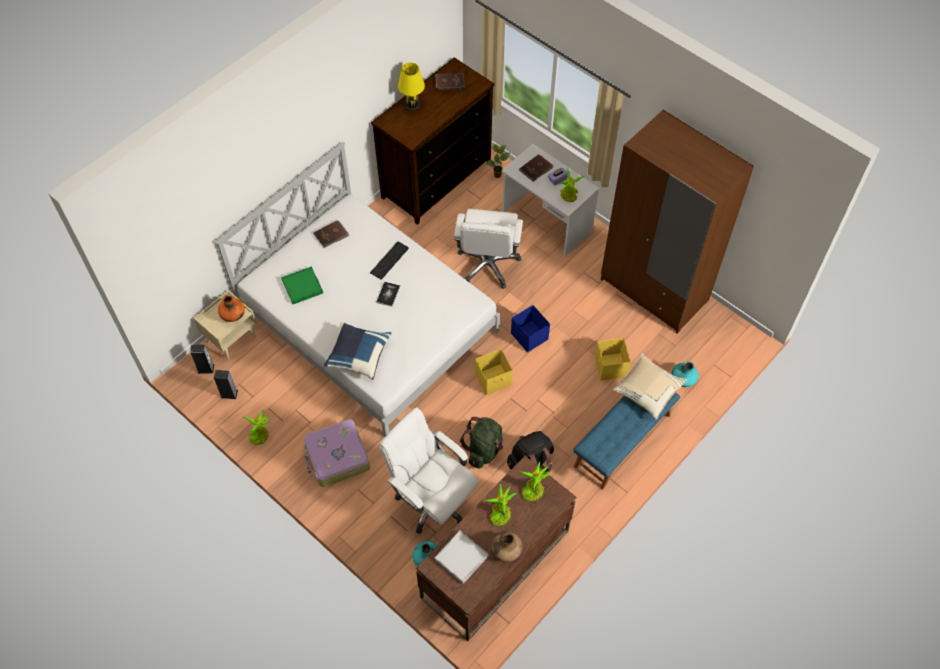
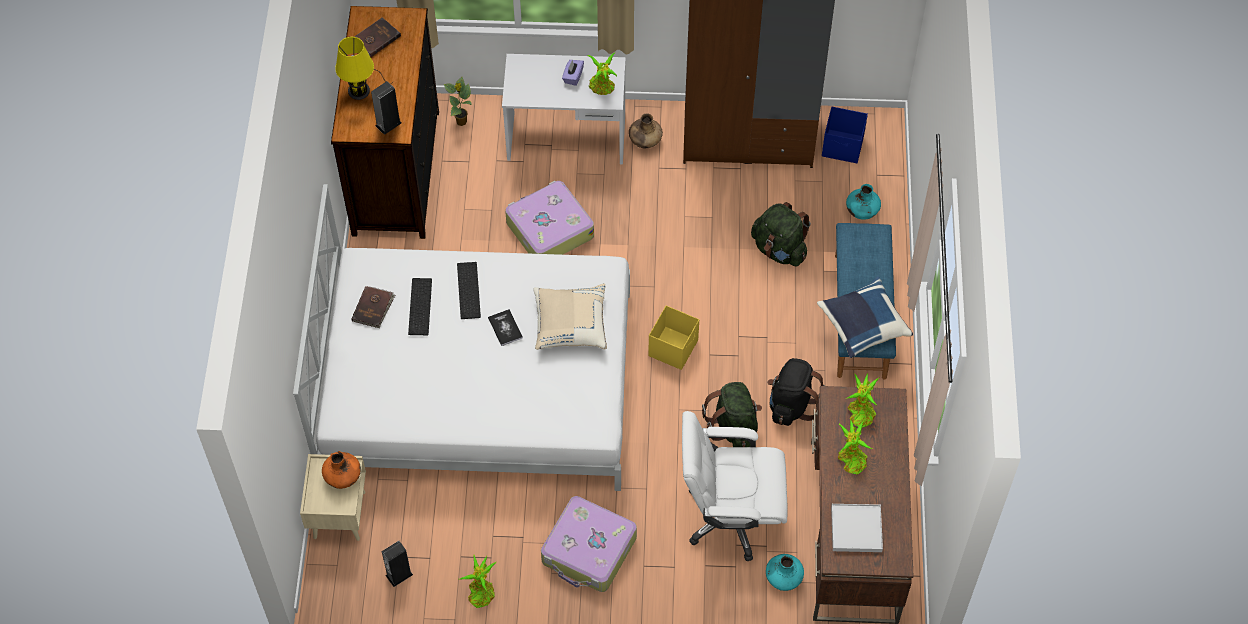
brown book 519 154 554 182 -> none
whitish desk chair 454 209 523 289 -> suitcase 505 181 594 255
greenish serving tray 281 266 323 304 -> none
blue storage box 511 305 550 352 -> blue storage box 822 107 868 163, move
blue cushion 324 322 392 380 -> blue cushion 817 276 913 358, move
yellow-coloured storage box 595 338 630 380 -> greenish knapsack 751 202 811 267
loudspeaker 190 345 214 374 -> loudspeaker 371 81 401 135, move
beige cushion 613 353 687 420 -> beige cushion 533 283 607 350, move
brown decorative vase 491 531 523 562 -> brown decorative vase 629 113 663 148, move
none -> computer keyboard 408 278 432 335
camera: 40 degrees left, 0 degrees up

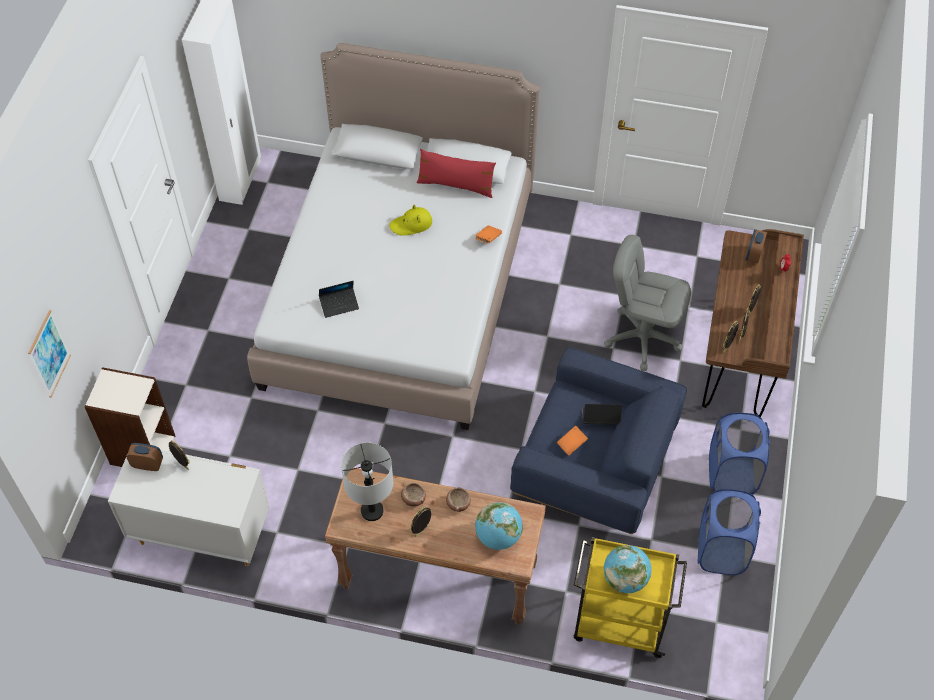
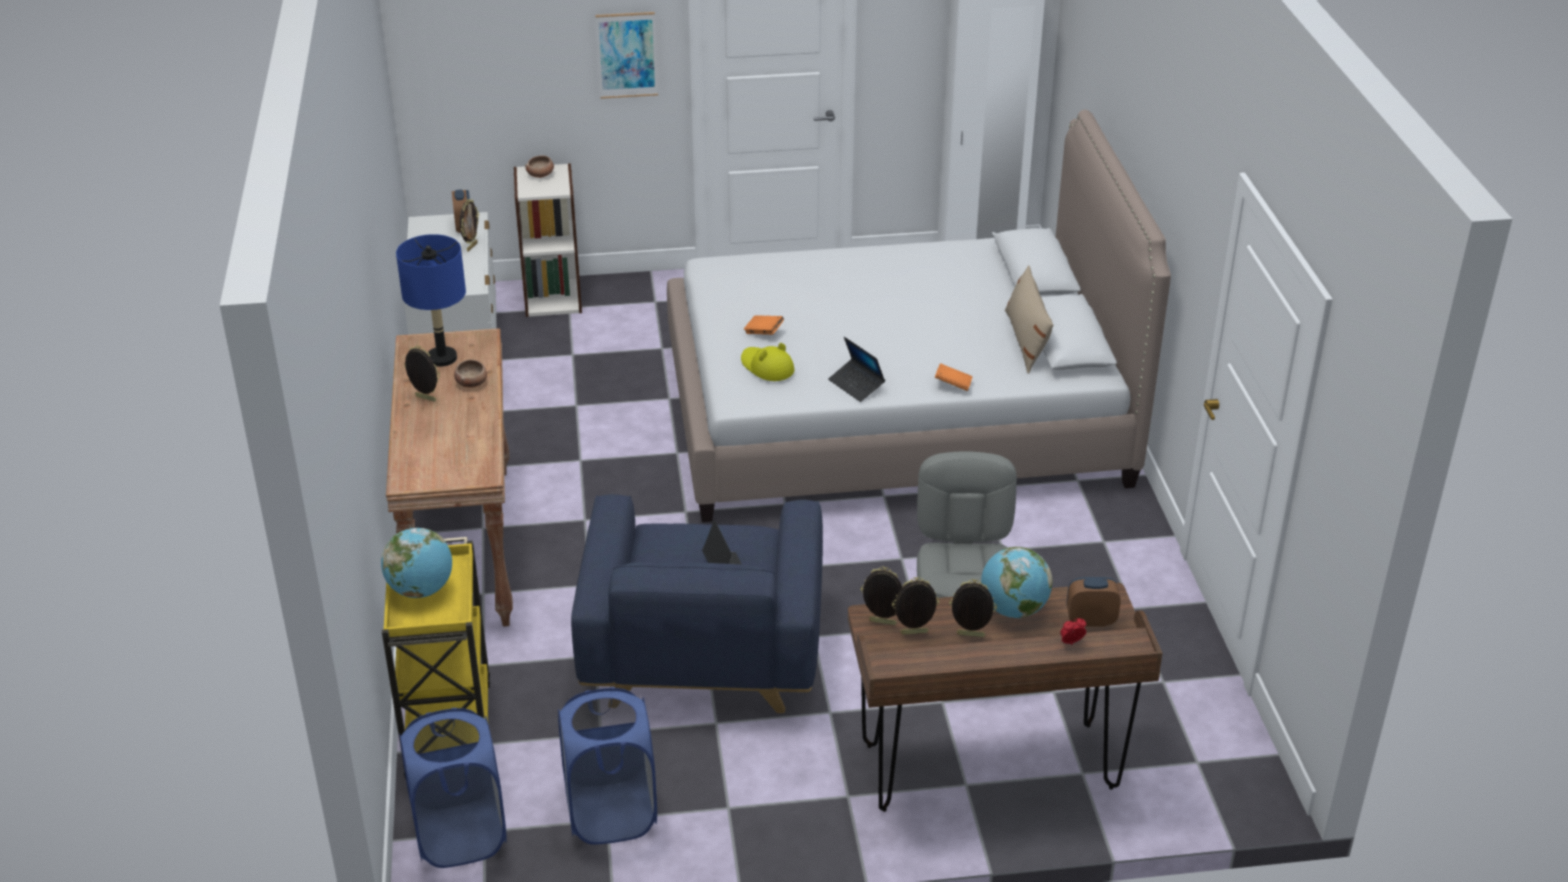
red cushion 417 149 496 198 -> beige cushion 1005 265 1053 374
yellow-coloured wearable hat 389 205 432 236 -> yellow-coloured wearable hat 741 343 794 381, move
portable computer 319 281 359 318 -> portable computer 828 337 885 402, move
wall art 28 310 71 397 -> wall art 595 12 658 99, move
blue laundry basket 709 413 770 495 -> blue laundry basket 399 708 507 868, move
orange book 557 425 588 455 -> orange book 744 315 784 335, move
greyish tabletop lamp 341 442 393 521 -> blue tabletop lamp 396 234 466 367
bowl 446 488 471 512 -> bowl 525 155 554 178, move
globe 475 502 523 550 -> globe 981 547 1053 618, move
camera: 70 degrees right, 20 degrees down

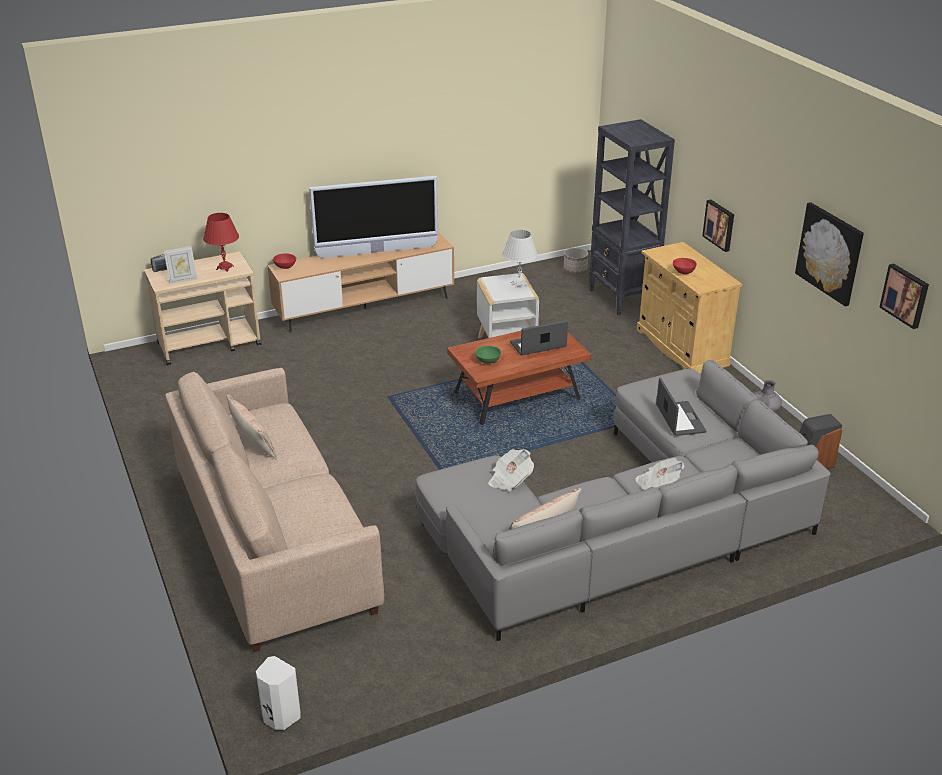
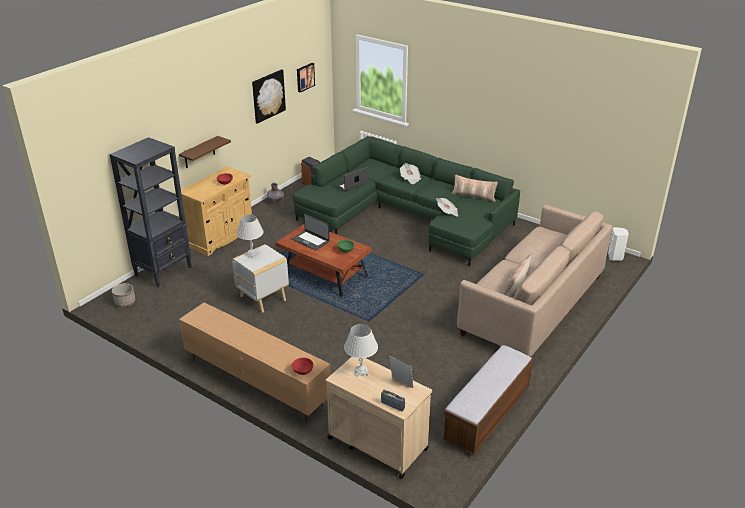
TV 309 176 438 258 -> none
wall art 702 200 734 252 -> brown shelf 179 136 231 168
red tabletop lamp 203 213 239 272 -> whitish tabletop lamp 344 324 378 377
greyish couch 415 360 831 641 -> greenish couch 293 136 520 266
none -> long seat 443 345 534 455
camera: 120 degrees left, 0 degrees up

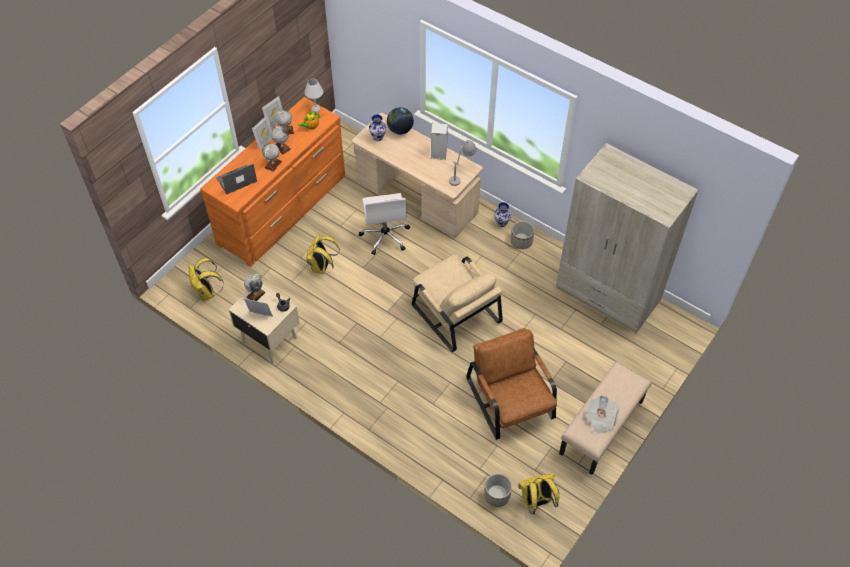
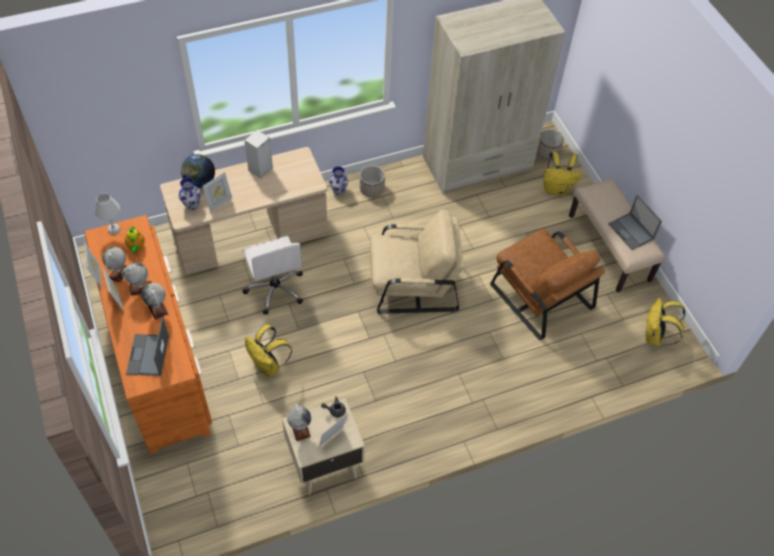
greyish tabletop lamp 449 140 477 186 -> none
whitish desk chair 358 193 410 255 -> whitish desk chair 242 236 303 315, 45 degrees clockwise
yellow-coloured knapsack 189 258 224 301 -> yellow-coloured knapsack 543 151 581 196, move
brown lounge chair 466 328 557 440 -> brown lounge chair 490 229 605 340, 135 degrees counterclockwise
newspaper 586 395 619 434 -> portable computer 608 195 662 250
plant pot 484 474 512 507 -> plant pot 537 129 564 160, move
none -> photo frame 202 172 232 212
camera: 60 degrees left, 0 degrees up

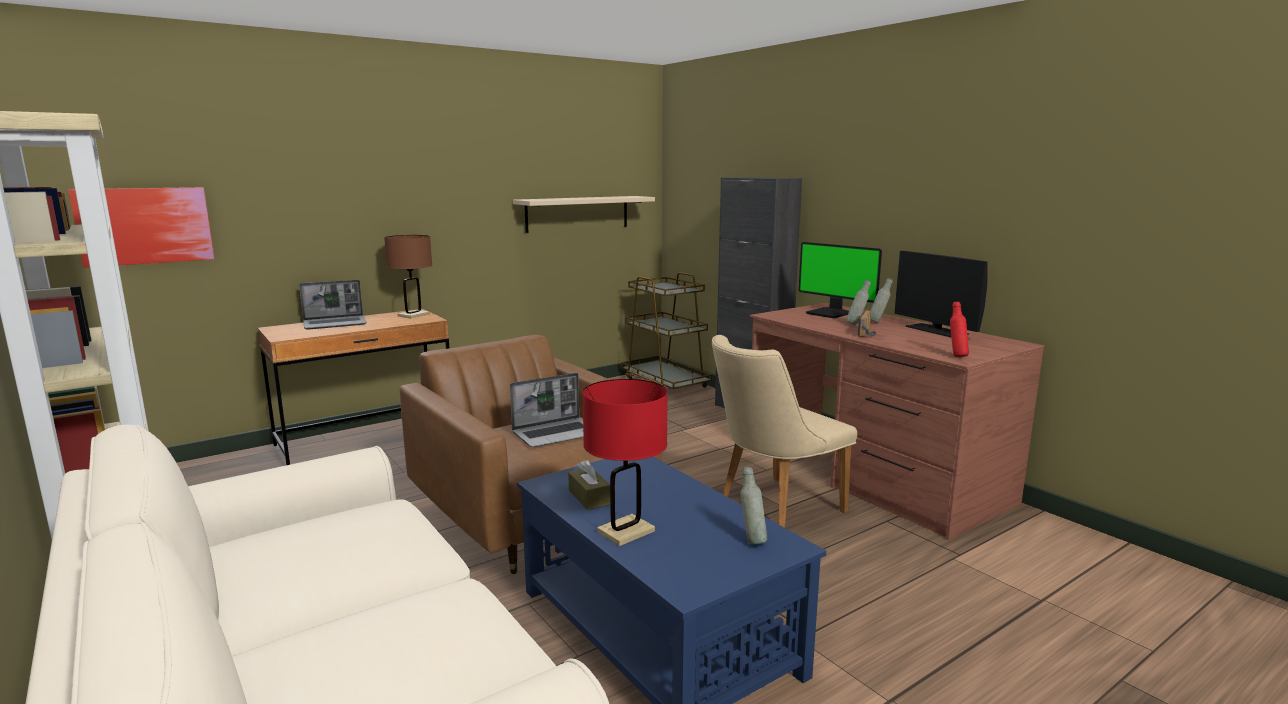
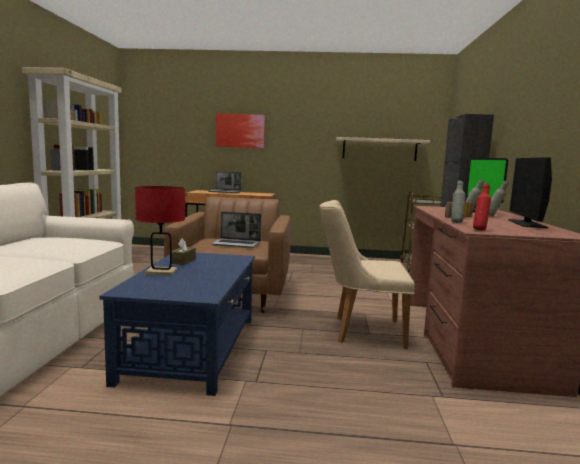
wall art 68 187 214 268 -> wall art 216 113 265 148, move
brown tabletop lamp 384 235 432 319 -> none
greyish beverage bottle 741 467 767 544 -> greyish beverage bottle 451 181 465 223, move
camera: 40 degrees right, 5 degrees down

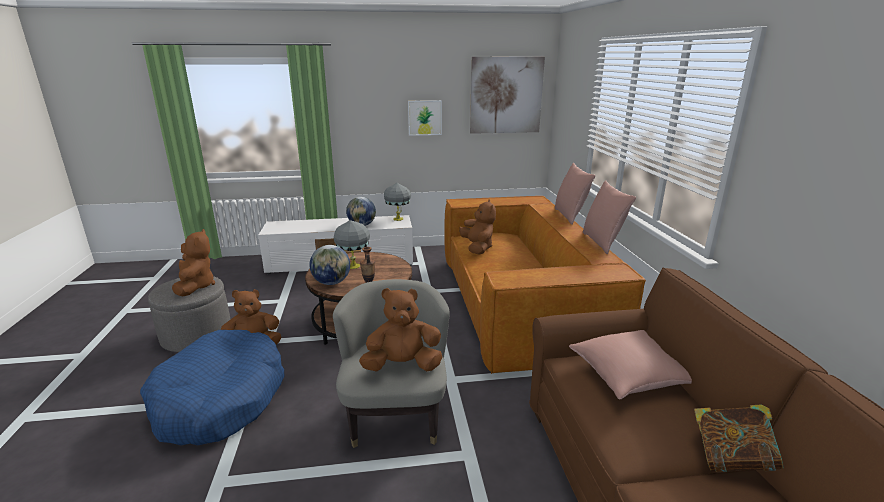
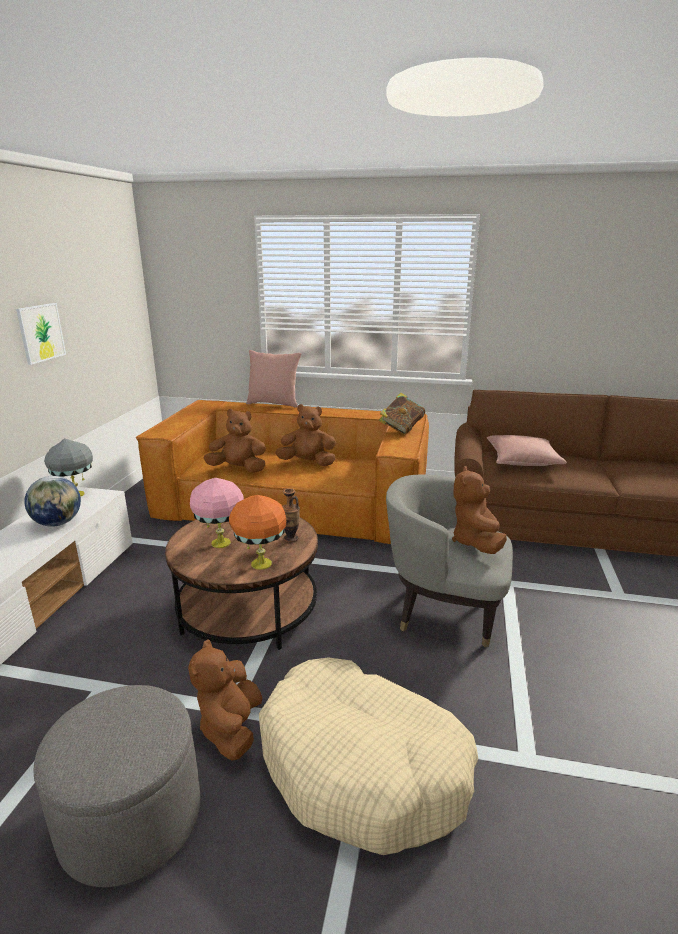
wall art 470 57 545 134 -> none
pinkish cushion 583 180 636 254 -> none
greyish tabletop lamp 334 220 370 269 -> pinkish tabletop lamp 190 478 244 548
brown cuddly toy 172 229 215 296 -> brown cuddly toy 275 404 336 466, move
globe 309 245 350 285 -> orange tabletop lamp 229 495 286 570
blue dog bed 140 330 284 446 -> beige dog bed 259 657 478 855
book 694 405 784 472 -> book 379 393 425 435, move
camera: 70 degrees left, 0 degrees up

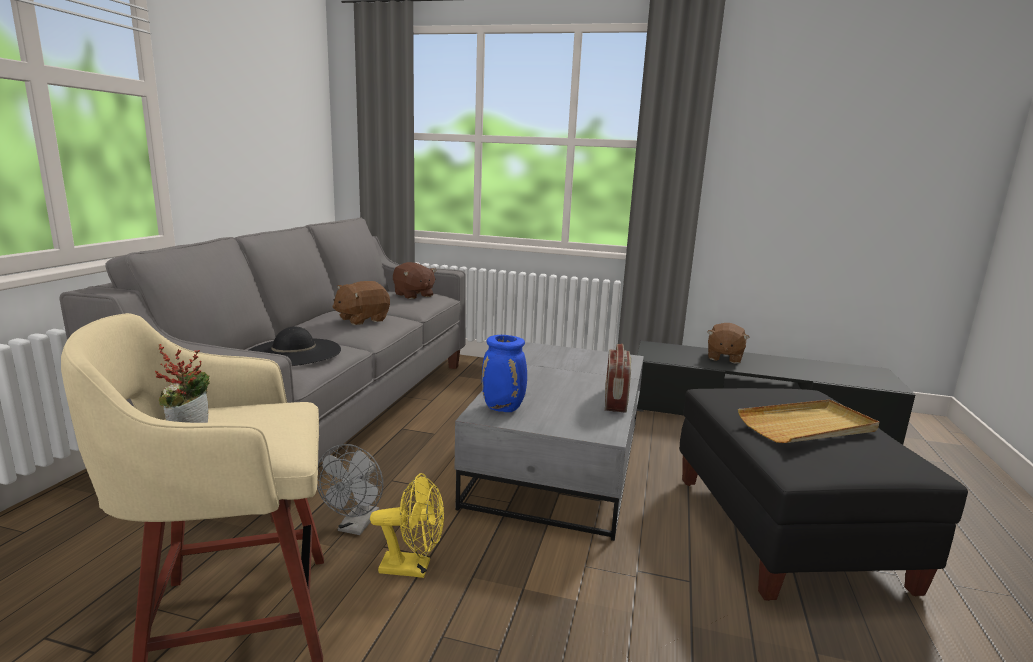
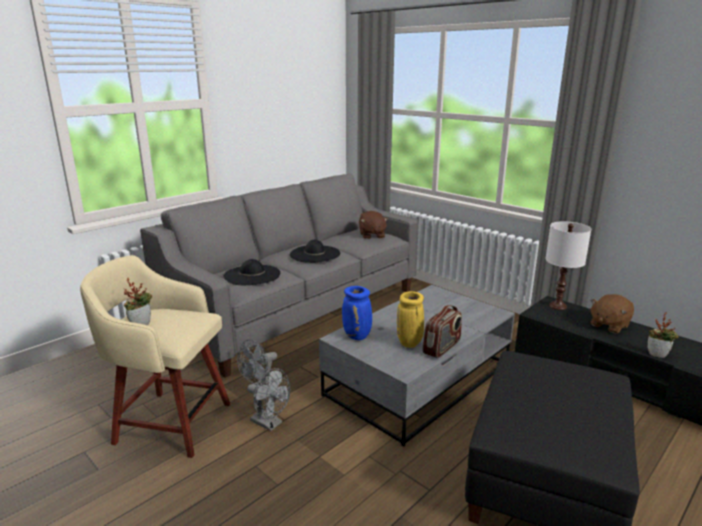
brown cuddly toy 332 281 390 325 -> blackish wearable hat 290 240 340 263
beige serving tray 738 399 879 443 -> none
yellow-coloured fan 370 473 444 578 -> greyish fan 247 368 290 431
none -> whitish tabletop lamp 545 221 591 310
none -> yellow-coloured decorative vase 397 291 424 348
none -> potted plant 648 312 679 358
camera: 30 degrees right, 5 degrees up

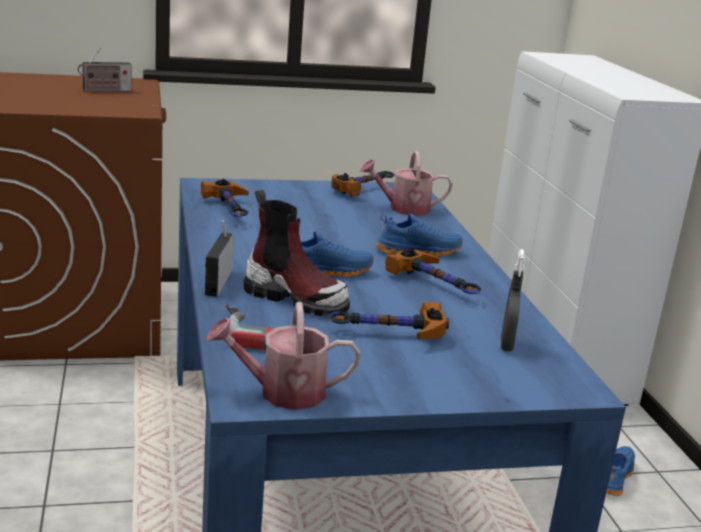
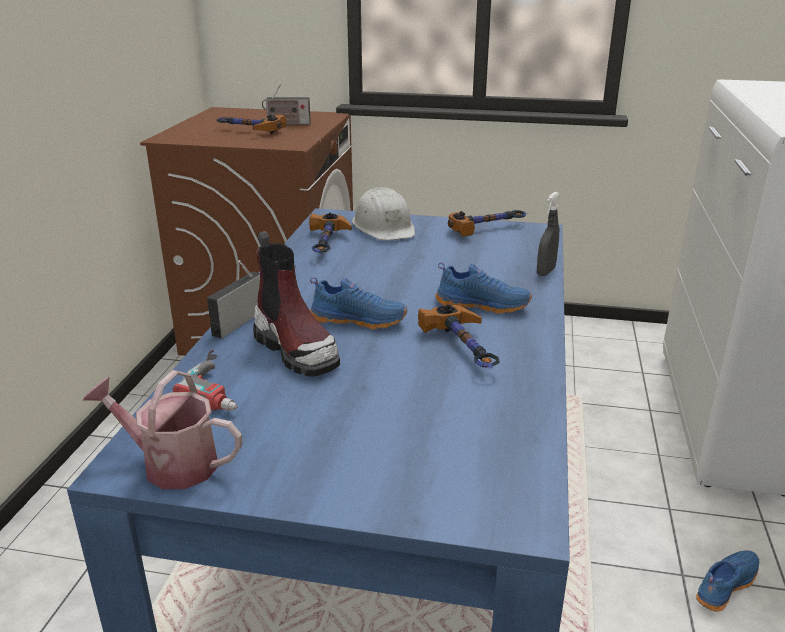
sprinkling can 360 151 453 216 -> none
greyish hand sprayer 501 249 525 352 -> greyish hand sprayer 537 192 560 276, move
tool hammer 326 302 449 339 -> tool hammer 217 114 286 134, move
none -> whitish safety helmet 352 187 415 240
camera: 25 degrees right, 5 degrees up

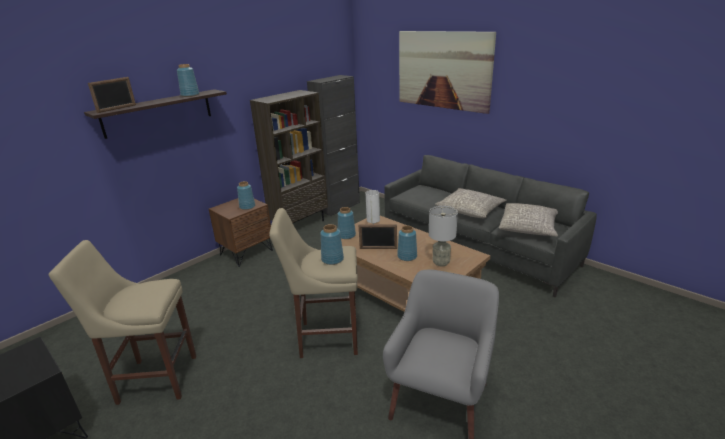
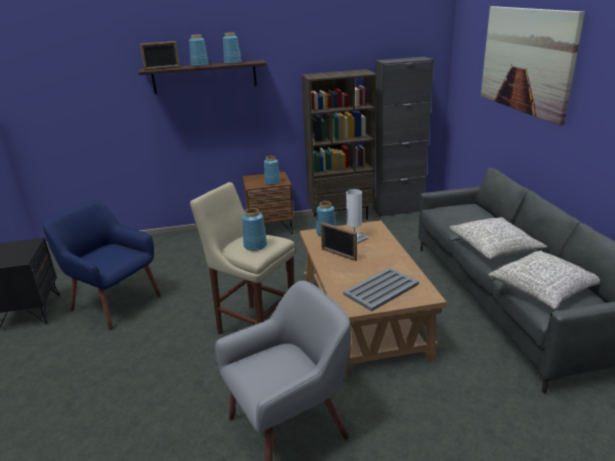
greyish tabletop lamp 429 206 458 267 -> greyish serving tray 343 267 419 311
blue decorative vase 397 225 417 261 -> blue decorative vase 189 35 209 67, move
beige stool seat 49 240 196 405 -> blue lounge chair 42 200 161 330
camera: 35 degrees right, 0 degrees up

